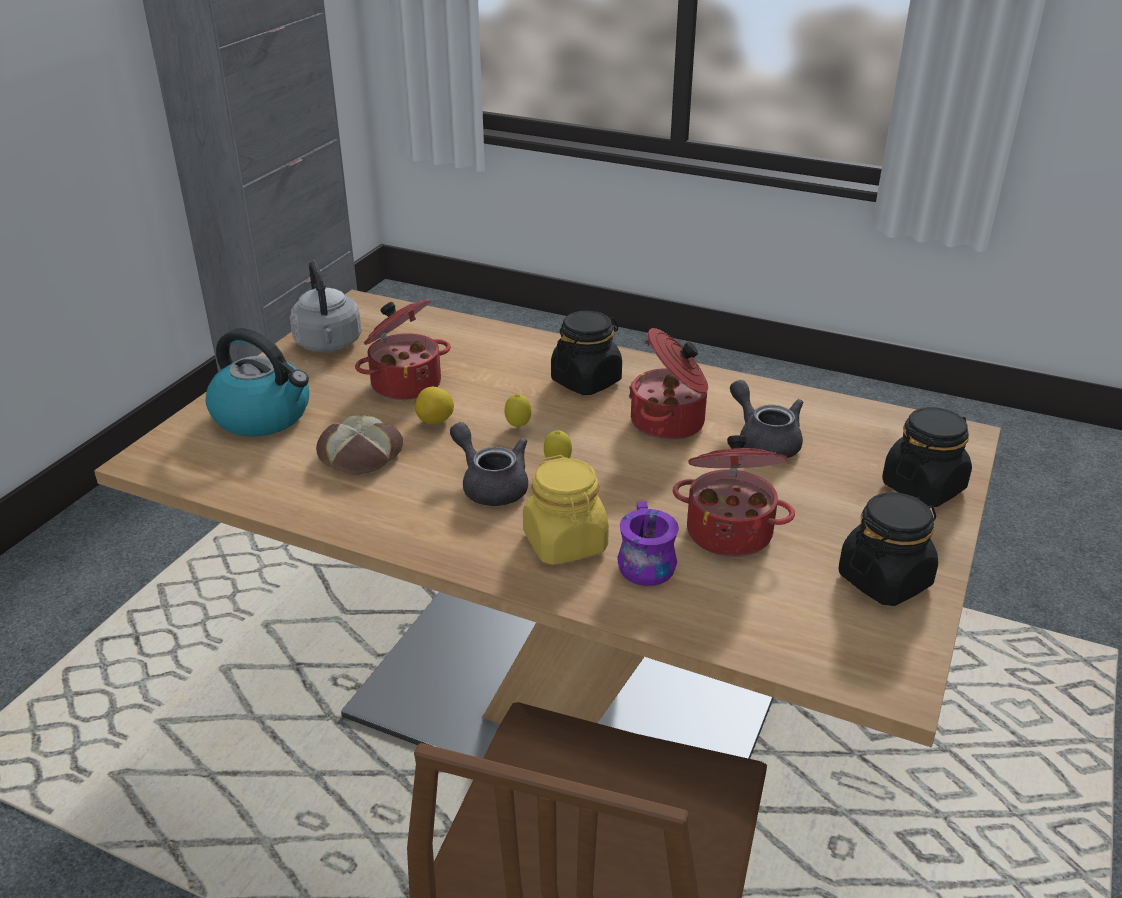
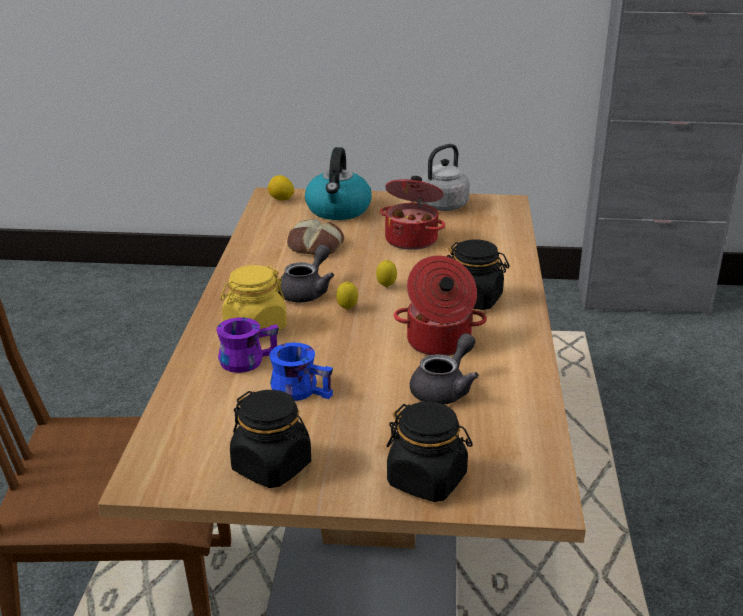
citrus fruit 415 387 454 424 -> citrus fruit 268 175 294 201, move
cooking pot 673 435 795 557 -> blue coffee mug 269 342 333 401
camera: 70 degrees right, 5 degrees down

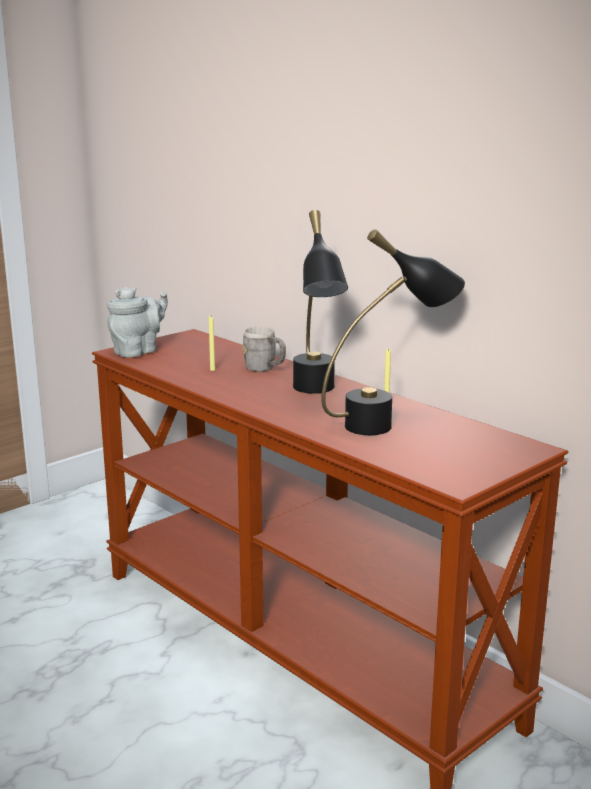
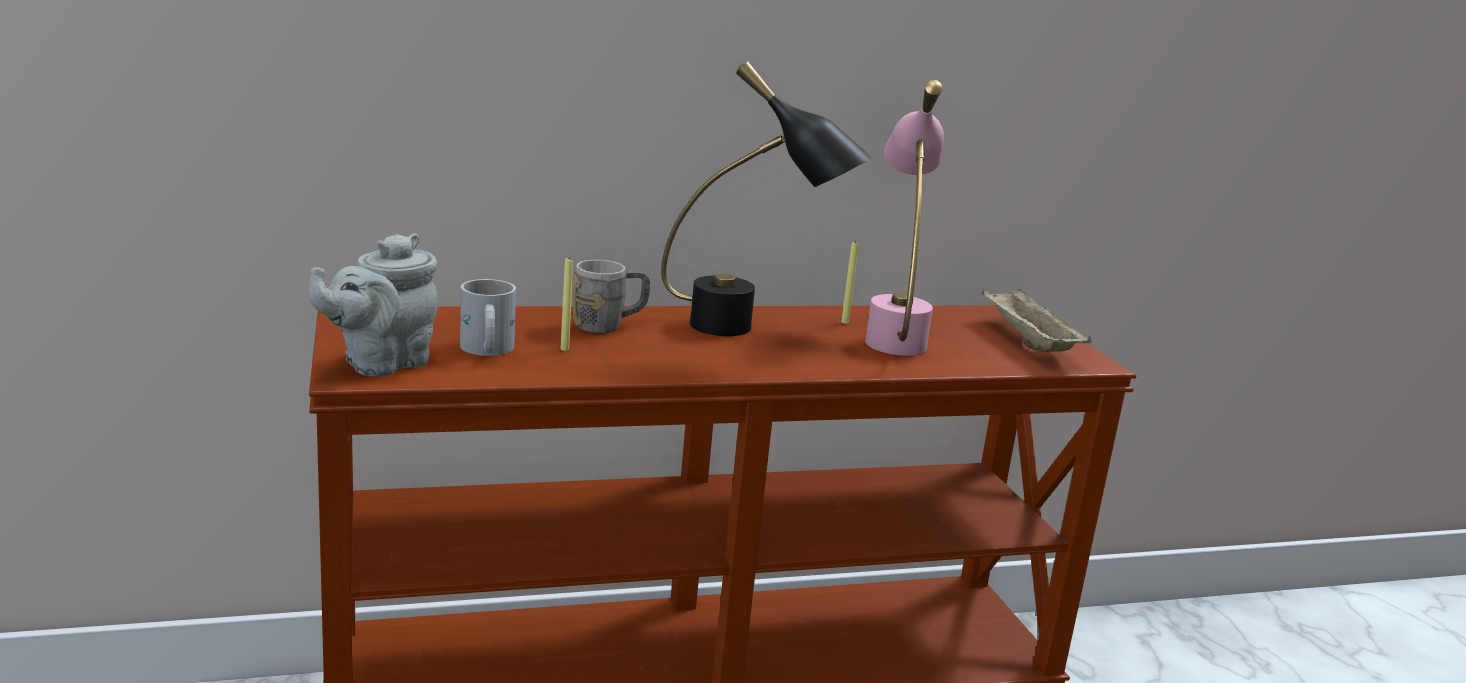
blackish tabletop lamp 321 229 465 435 -> pinkish tabletop lamp 865 80 944 356
greyish pot for tea 107 287 168 358 -> greyish pot for tea 308 233 438 376, 120 degrees counterclockwise
none -> whitish coffee mug 460 279 516 356
none -> beige serving tray 981 288 1092 352
camera: 65 degrees left, 0 degrees up

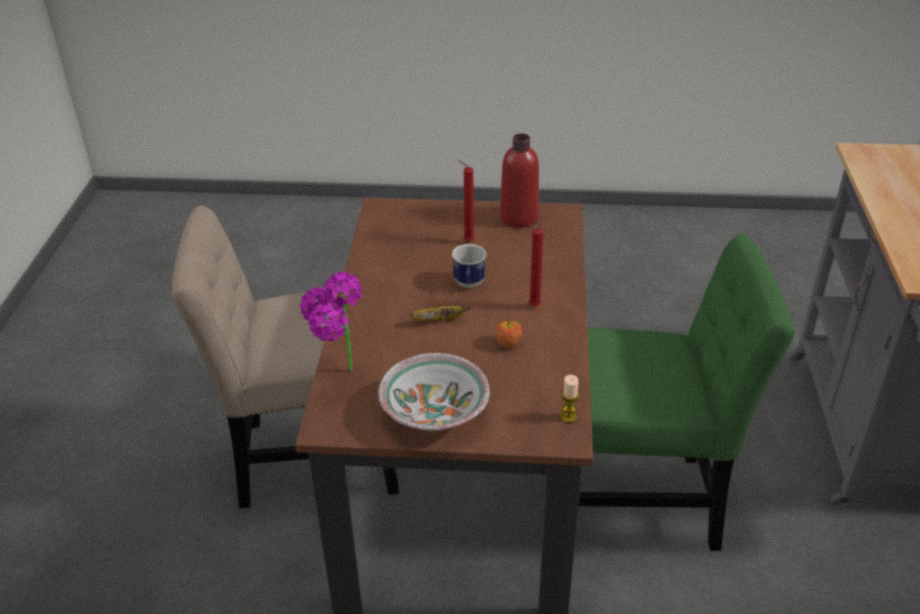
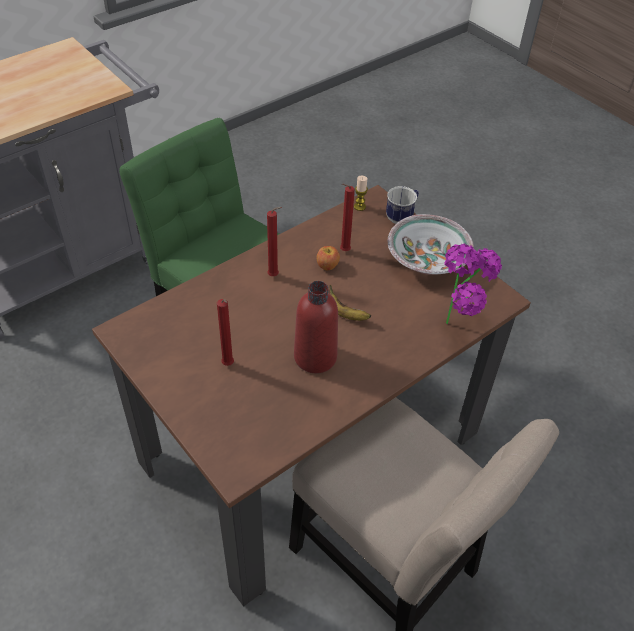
red beverage bottle 500 133 539 228 -> red beverage bottle 294 281 338 373, move
coffee mug 452 244 486 288 -> coffee mug 386 186 419 224, move
none -> red candle 340 184 355 251
camera: 135 degrees left, 10 degrees up

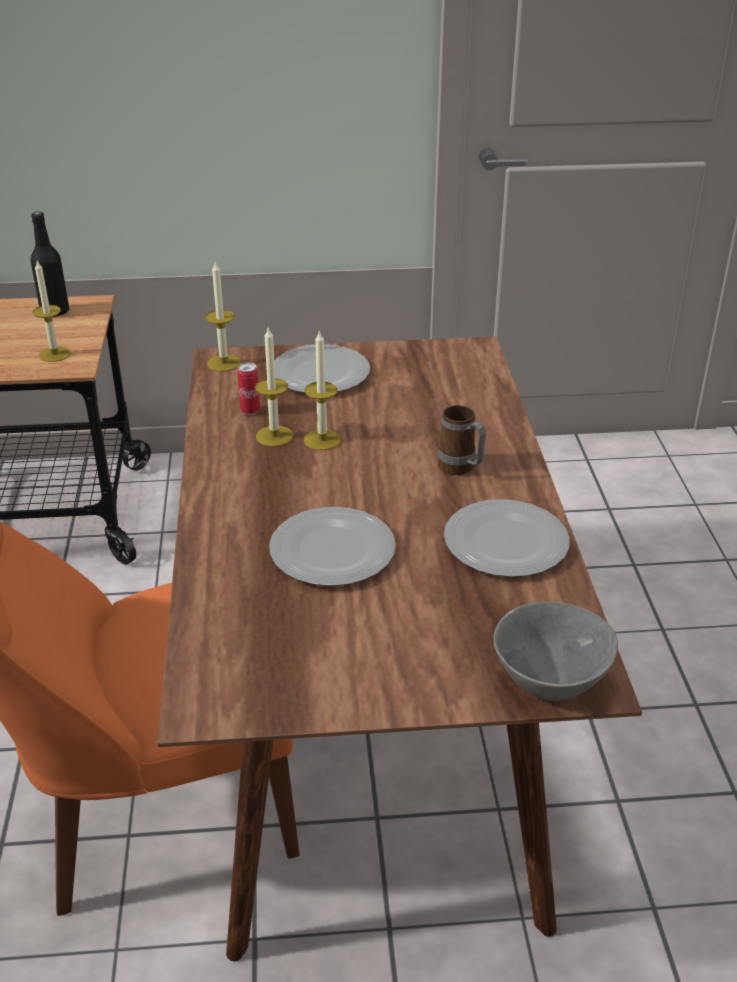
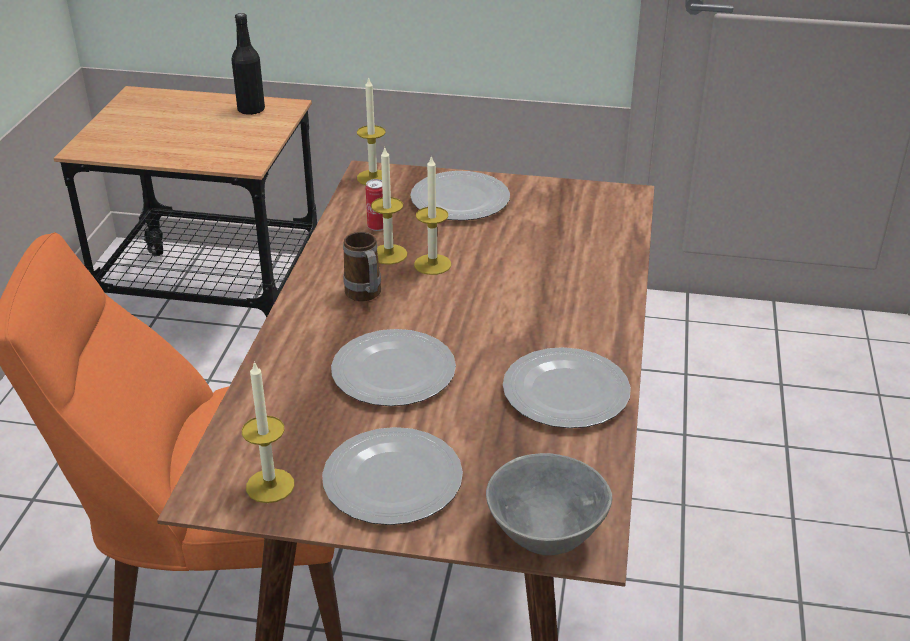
candle 33 261 71 362 -> candle 242 361 295 503, move
coffee mug 438 405 486 475 -> coffee mug 343 232 381 301, move
none -> dinner plate 322 427 463 525
camera: 15 degrees right, 0 degrees up

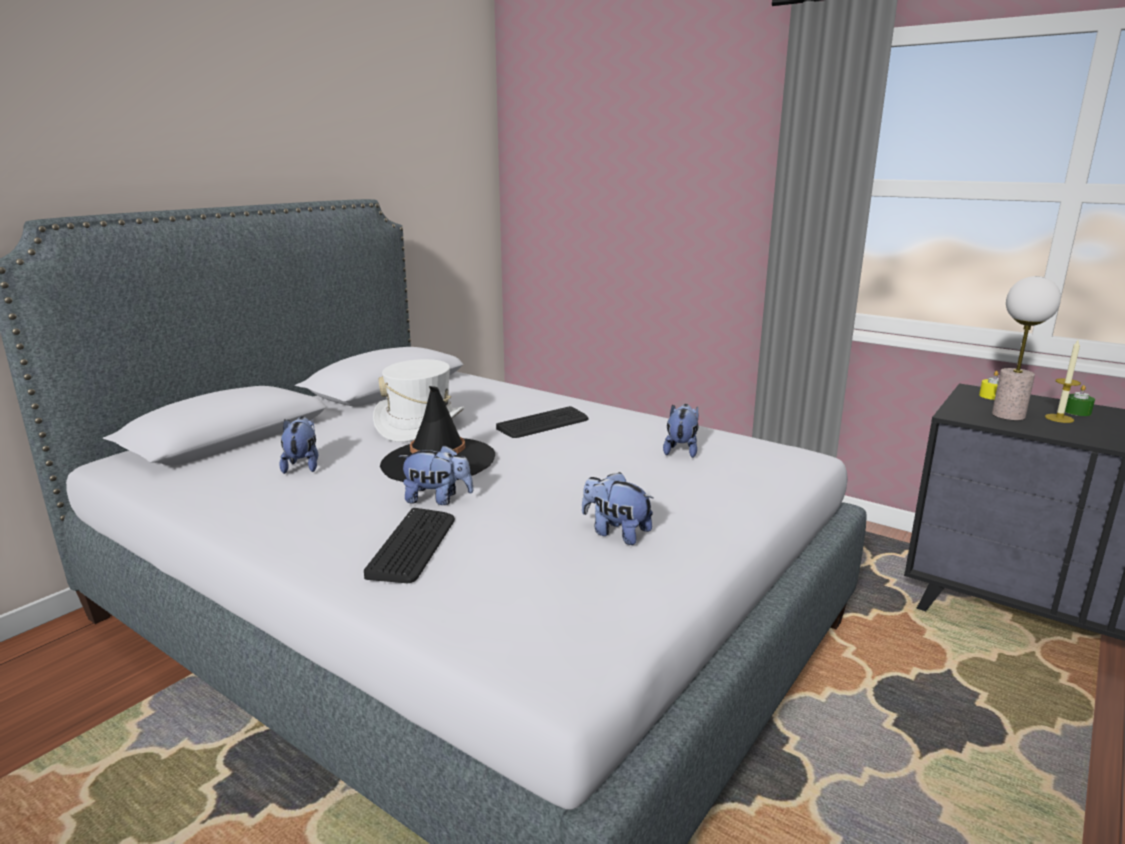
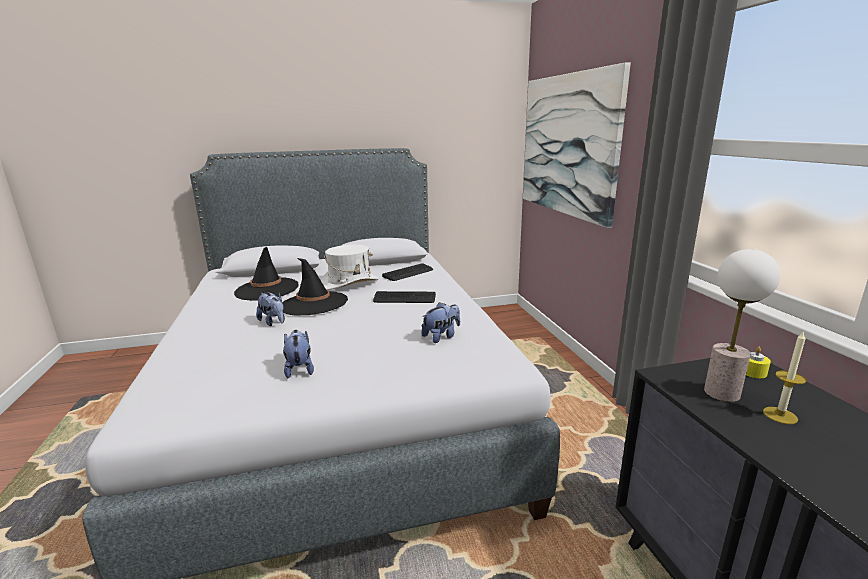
greenish candle 1065 385 1095 416 -> none
cuddly toy 279 416 318 474 -> blackish wearable hat 234 247 298 301
computer keyboard 364 508 455 583 -> computer keyboard 382 263 433 281, move
none -> wall art 523 63 631 228
camera: 40 degrees right, 0 degrees up

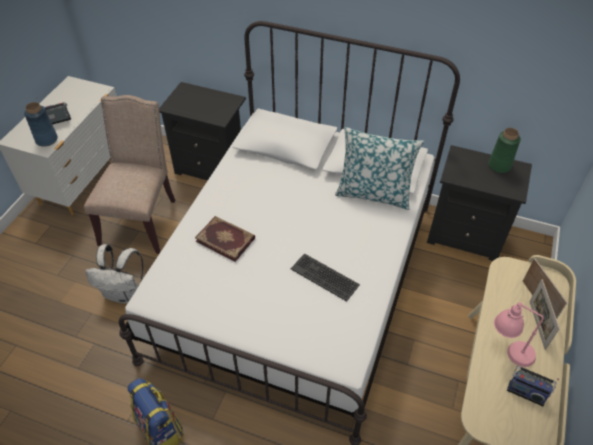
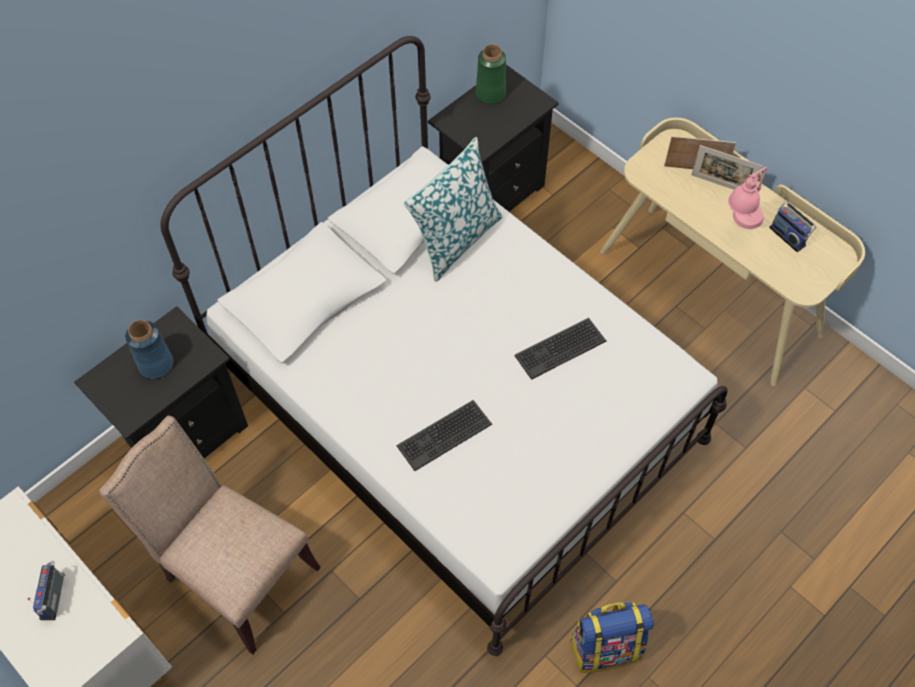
blue decorative vase 24 102 58 147 -> blue decorative vase 125 320 173 379, move
book 195 216 255 262 -> computer keyboard 397 400 492 471
whitish knapsack 85 244 143 304 -> none
radio 507 366 559 406 -> radio 769 201 816 252, 90 degrees clockwise
camera: 65 degrees left, 10 degrees up

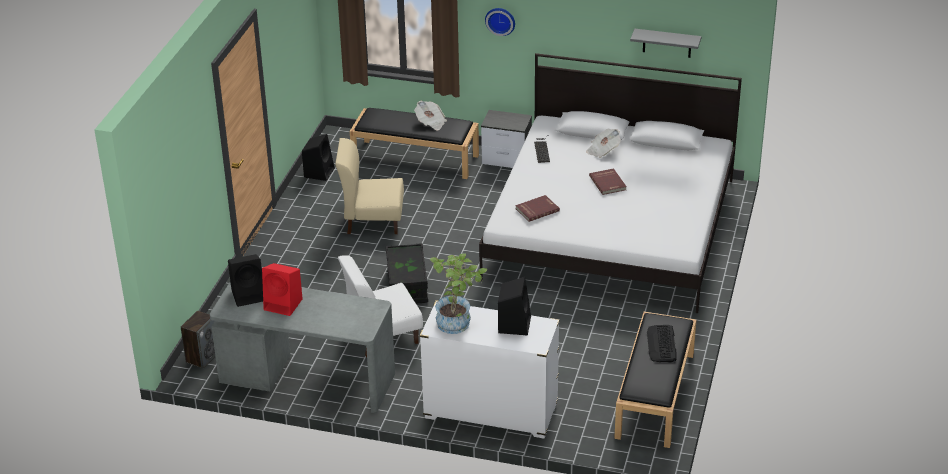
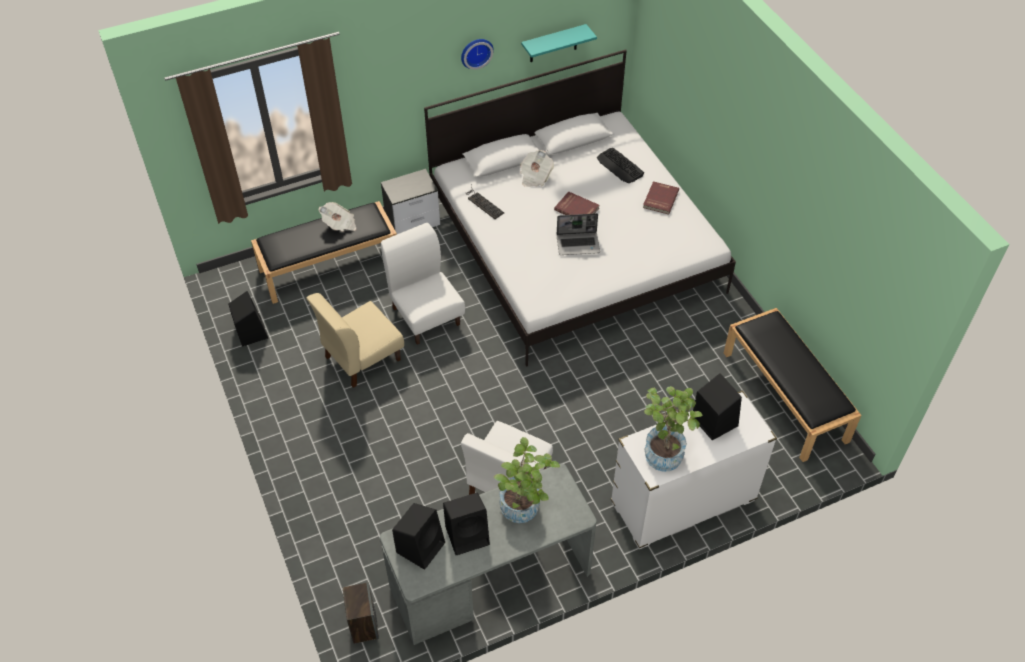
clock on the wall 485 8 515 36 -> clock on the wall 461 39 494 70, move
greyish shelf 630 29 702 58 -> blue-green shelf 521 24 597 62
red book 515 195 560 222 -> red book 643 181 679 215, move
blackish storage box 386 243 428 304 -> none
red loudspeaker 262 263 303 316 -> blackish loudspeaker 443 493 490 555
computer keyboard 647 325 676 362 -> computer keyboard 597 148 644 183, move
none -> portable computer 557 213 600 255
none -> whitish chair 381 223 465 345
none -> potted plant 494 437 560 523
camera: 40 degrees left, 15 degrees up

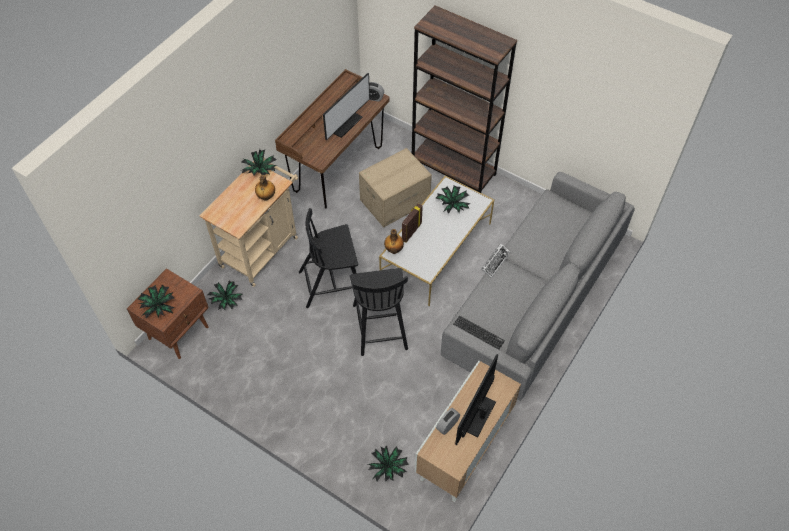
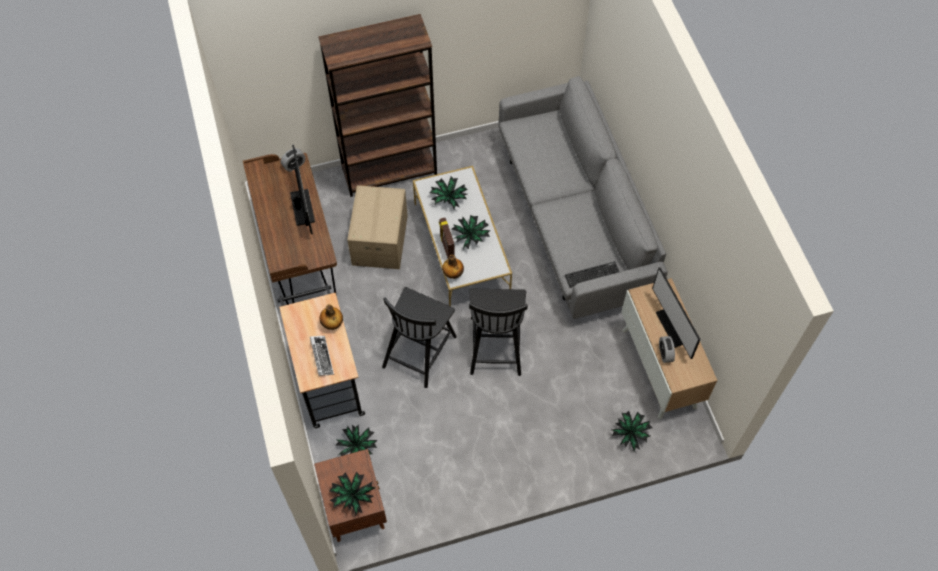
potted plant 241 149 277 175 -> potted plant 452 215 491 249, move
beige cart 200 158 298 287 -> blackish cart 277 284 365 428
computer keyboard 481 243 510 278 -> computer keyboard 310 336 334 376, move
blackish chair 350 268 408 356 -> blackish chair 469 289 528 376, 60 degrees clockwise
camera: 50 degrees left, 5 degrees up

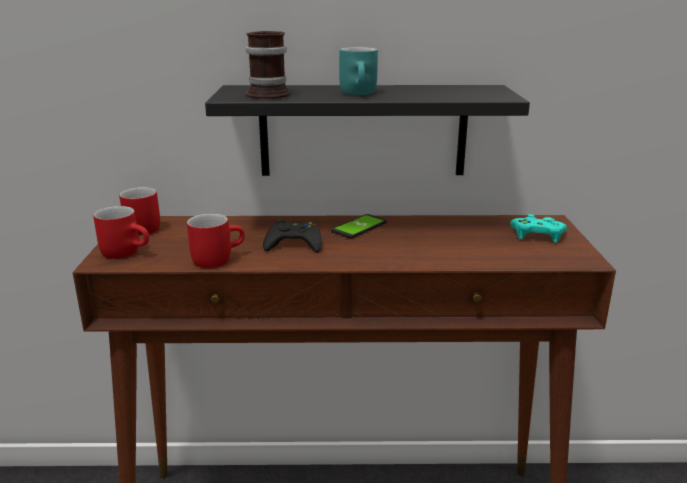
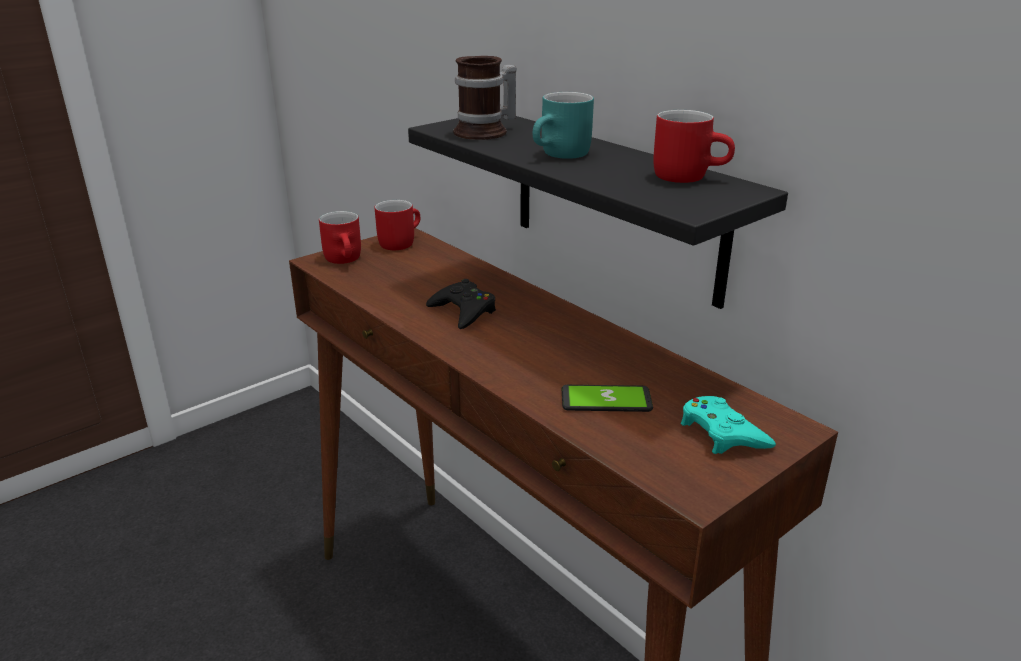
red coffee mug 187 214 245 268 -> red coffee mug 653 110 735 183, move
phone 331 214 387 238 -> phone 561 385 653 412, move
camera: 50 degrees right, 5 degrees up

